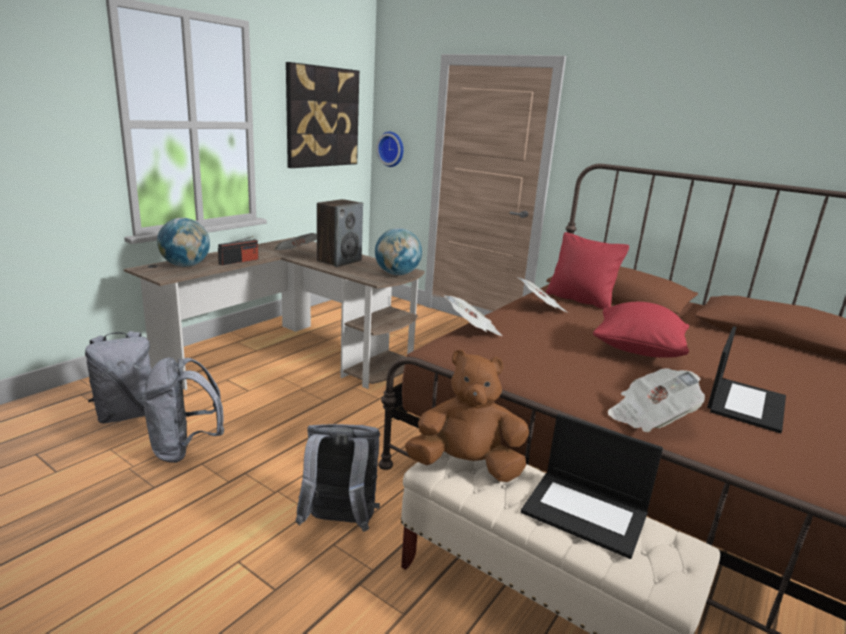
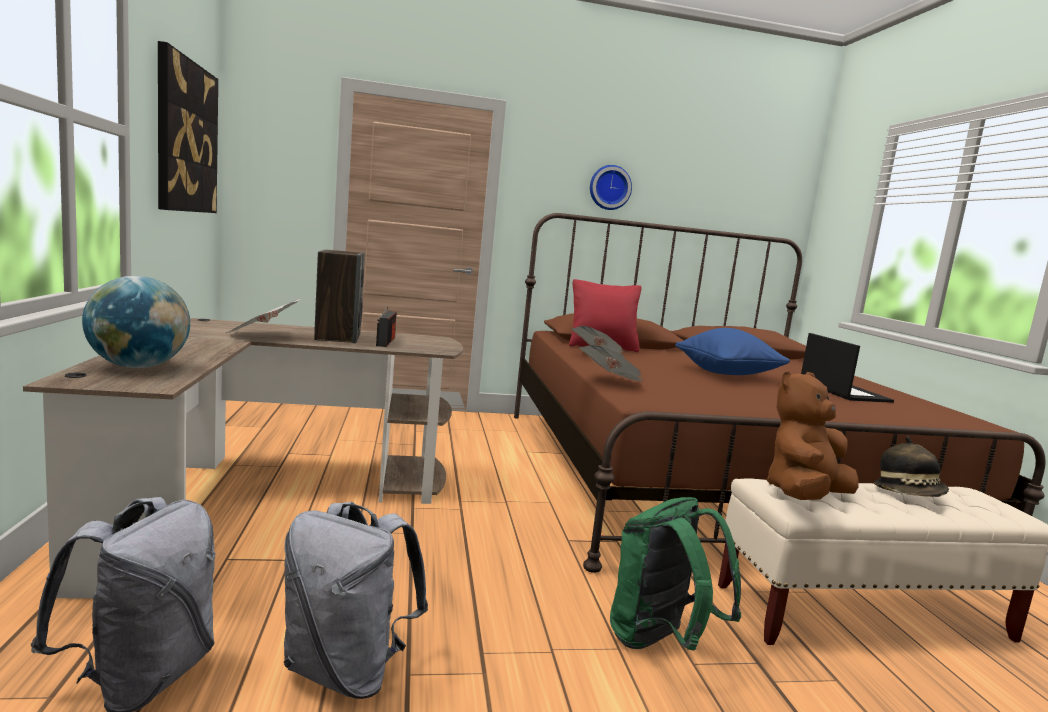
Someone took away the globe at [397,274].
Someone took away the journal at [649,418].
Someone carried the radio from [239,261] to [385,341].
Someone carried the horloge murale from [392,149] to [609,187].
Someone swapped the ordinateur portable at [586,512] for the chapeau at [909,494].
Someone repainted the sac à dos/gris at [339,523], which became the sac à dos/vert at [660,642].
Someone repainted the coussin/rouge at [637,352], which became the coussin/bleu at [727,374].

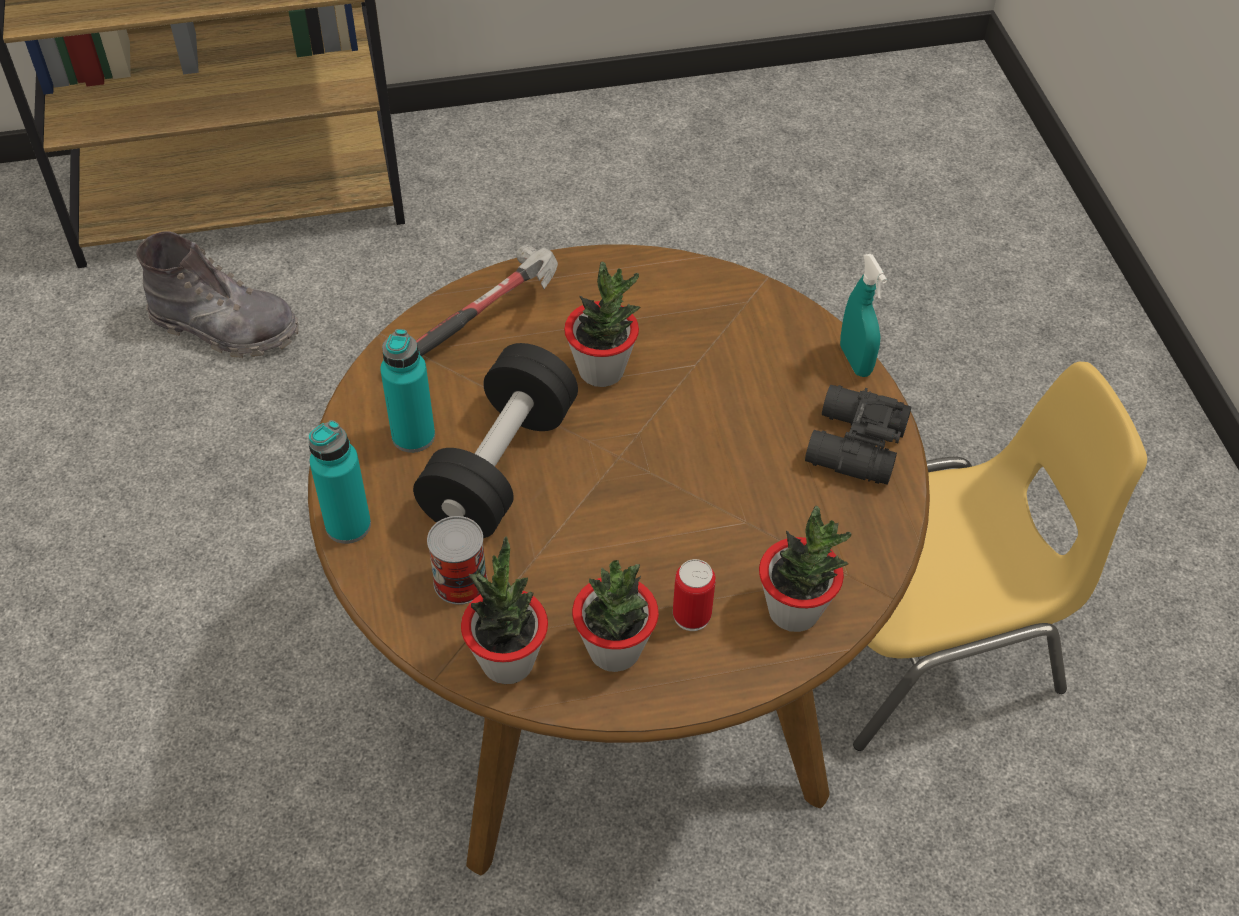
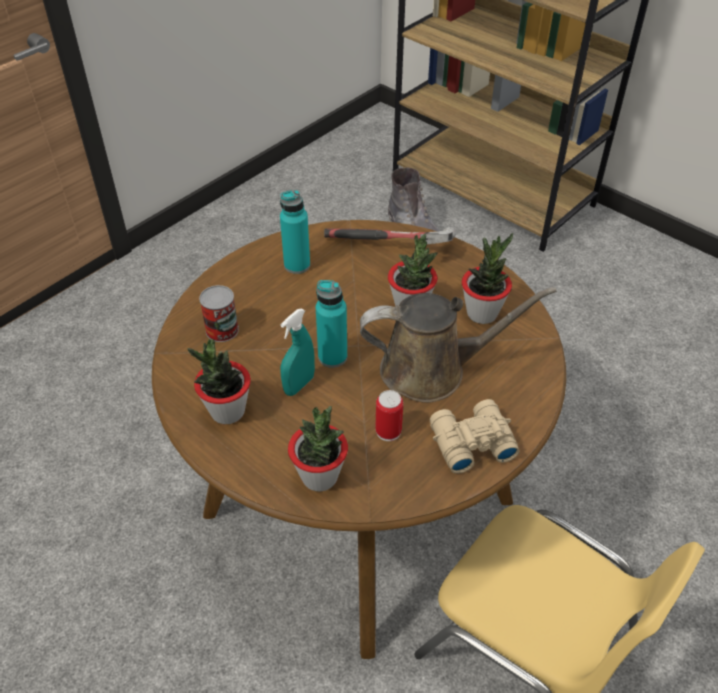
Someone took away the haltère/noir at [500,466].
Someone put down the arrosoir/marron at [431,370].
Someone carried the bouteille/turquoise from [348,525] to [332,357].
Someone carried the plante en pot from [507,661] to [482,313].
Someone carried the boîte métallique from [691,615] to [388,431].
Someone carried the vaporisateur/turquoise from [855,360] to [299,385].
Someone repainted the jumelles/noir at [852,446], which became the jumelles/beige at [469,442].

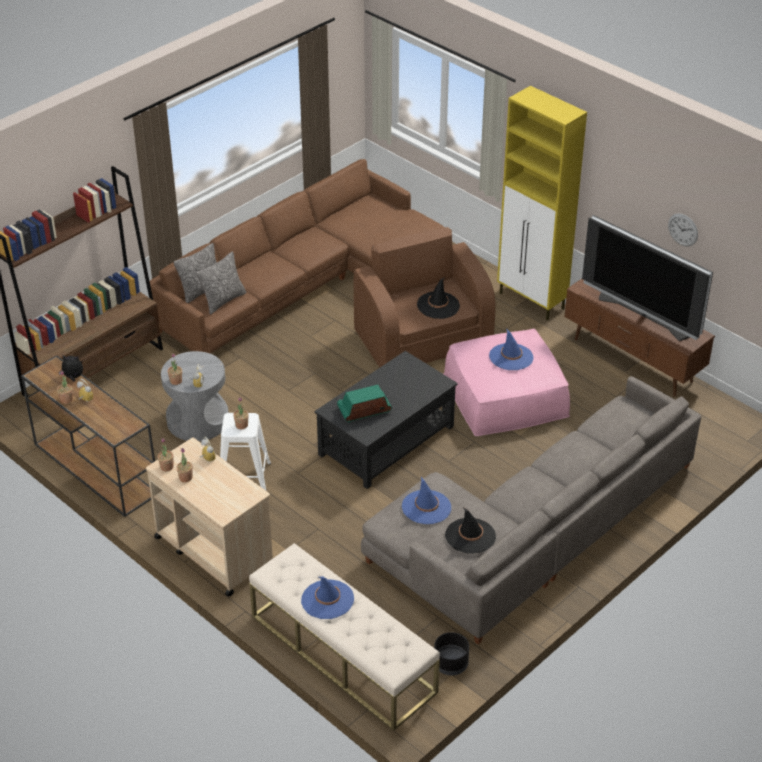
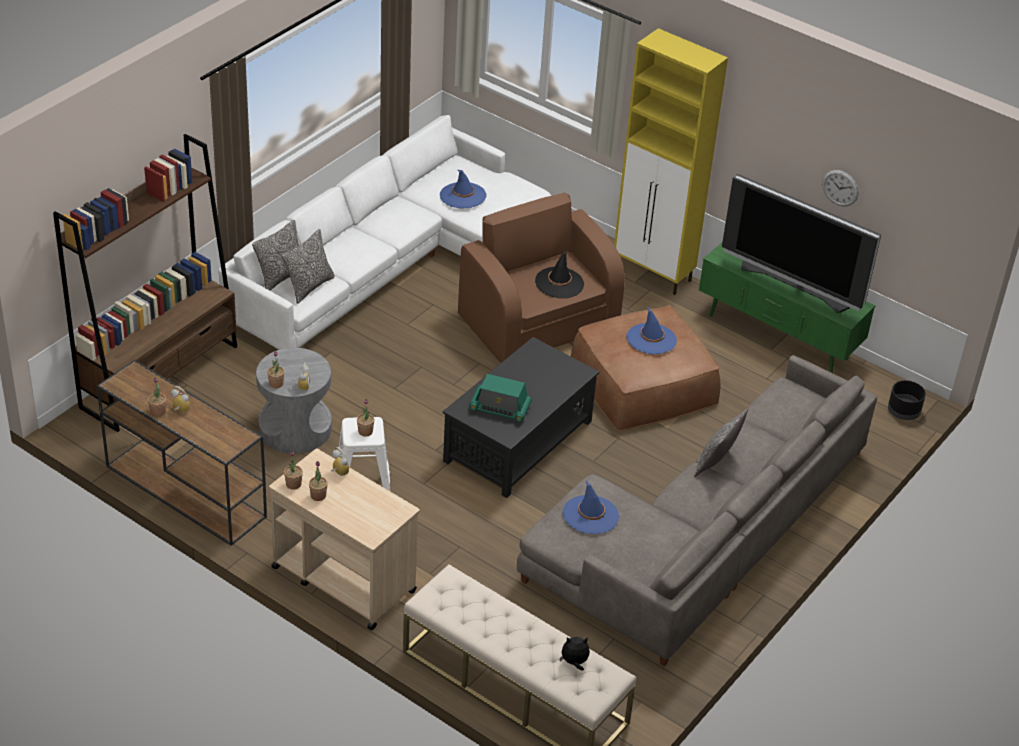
Someone took away the chapeau/noir at [470,536].
Someone put down the coussin at [716,463].
Someone carried the peluche from [73,377] to [574,662].
Someone carried the chapeau/bleu from [327,599] to [462,196].
Someone carried the cache-pot/noir from [450,664] to [903,411].
Someone repainted the canapé/marron at [307,283], which became the canapé/blanc at [391,262].
Someone repainted the pouf/rose at [505,394], which became the pouf/marron at [643,382].
Someone repainted the meuble télé/marron at [632,361], which became the meuble télé/vert at [777,338].
Someone rotated the radio at [364,410] by 135 degrees counterclockwise.

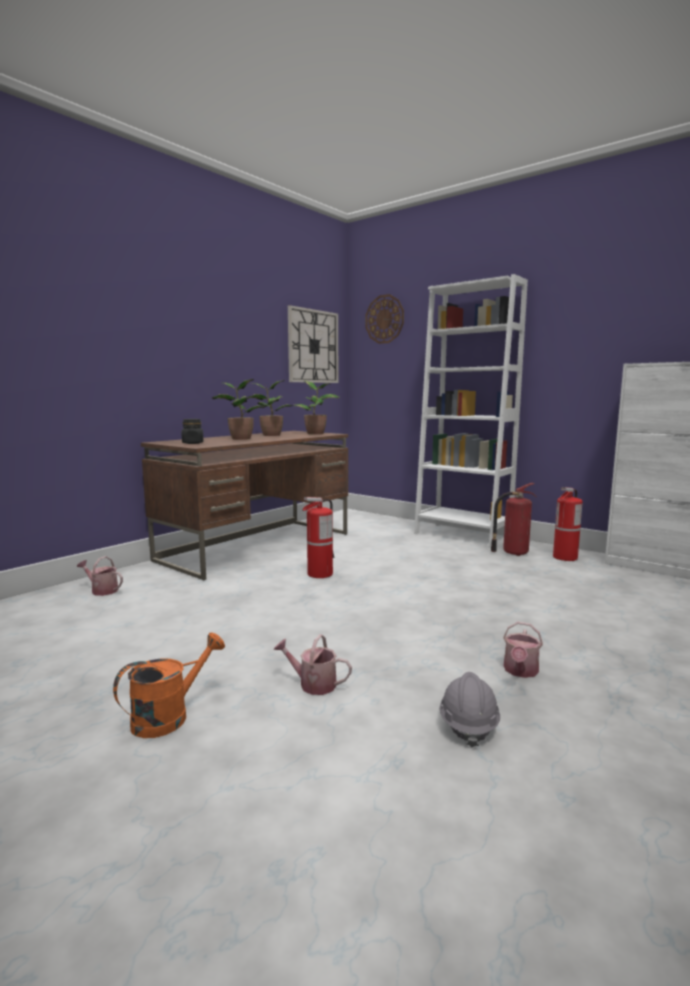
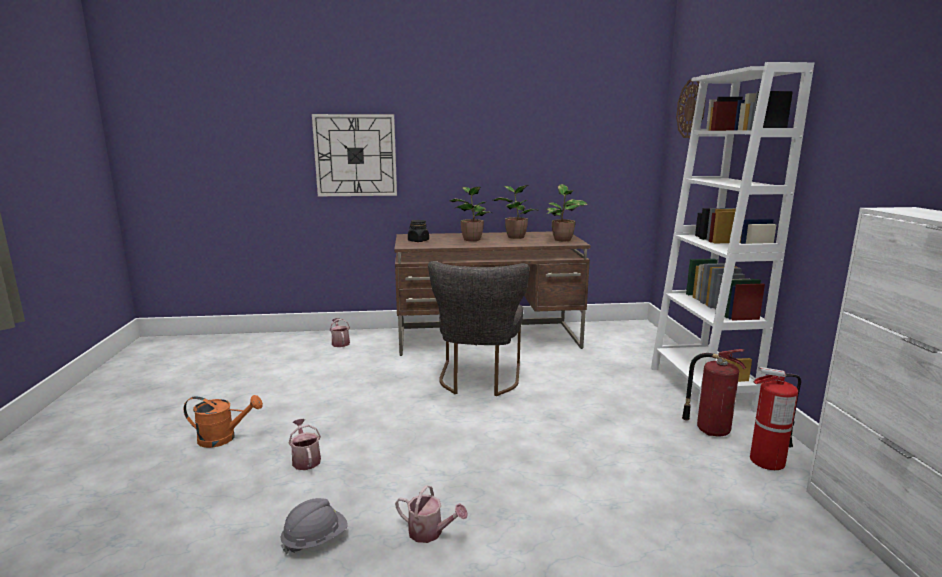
Someone carried the horloge murale from [313,346] to [355,155].
Someone swapped the extincteur at [319,574] for the chaise/gris at [479,380].
Someone rotated the arrosoir at [520,671] by 135 degrees counterclockwise.

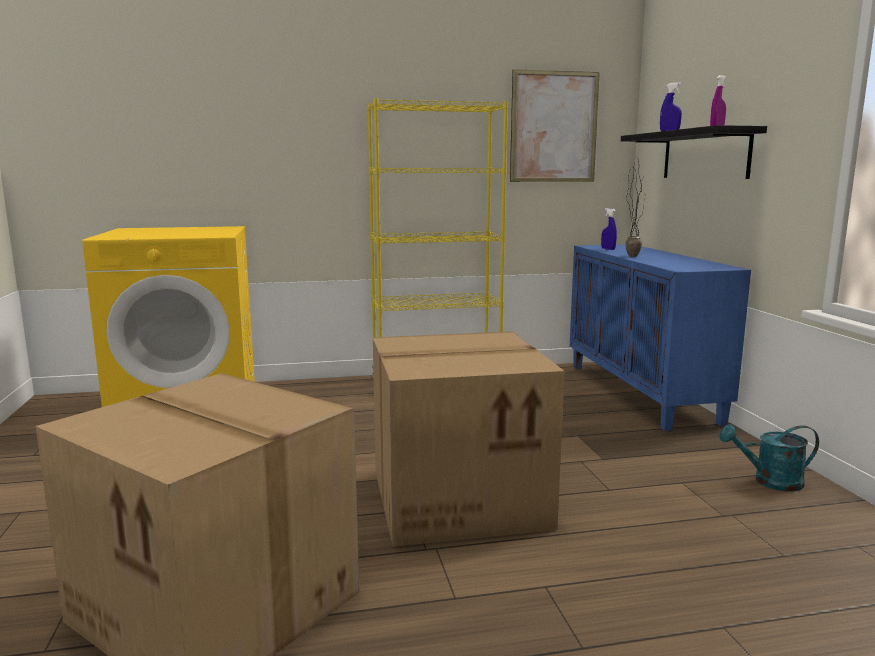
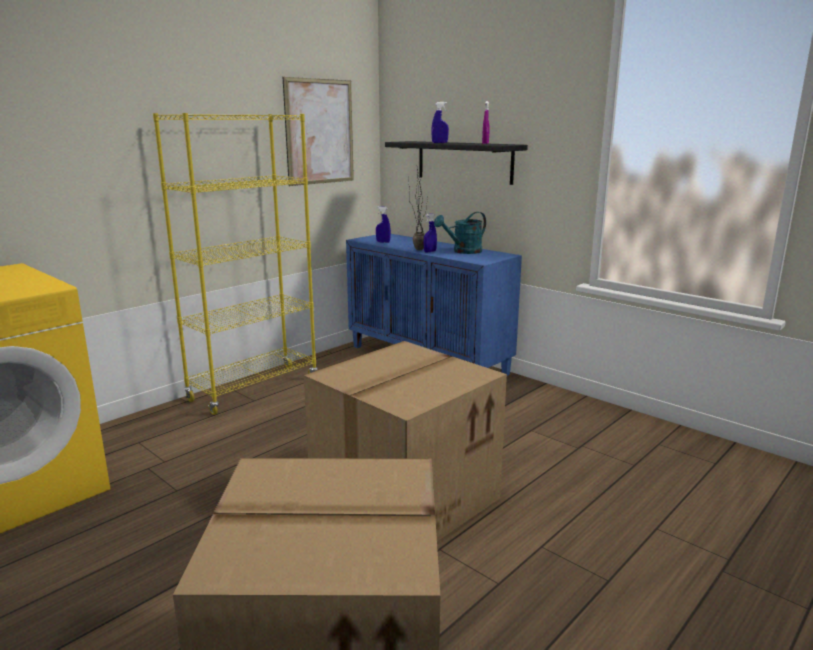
Someone put down the vaporisateur/bleu at [430,251].
Someone carried the arrosoir/turquoise from [769,482] to [463,251].

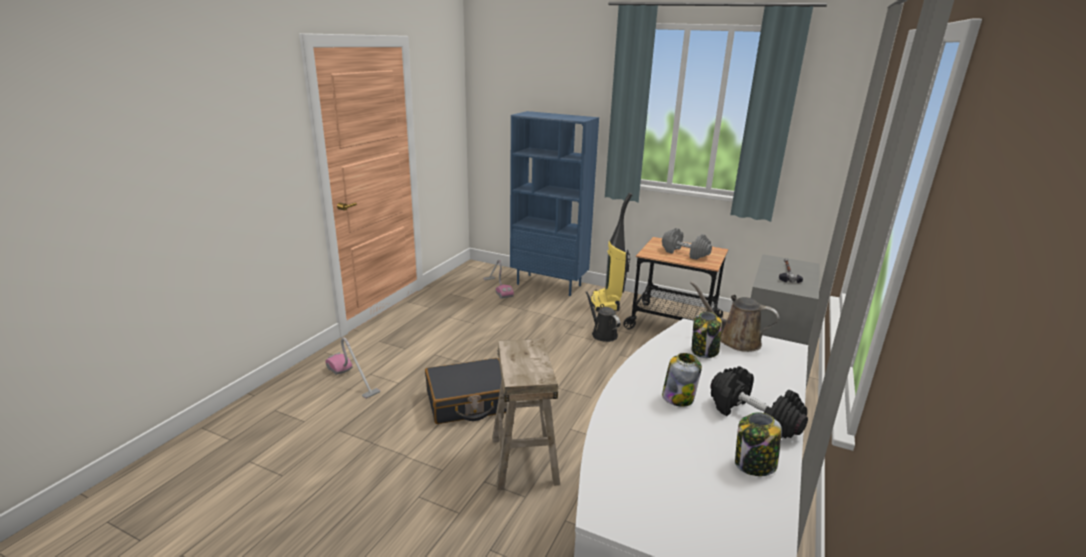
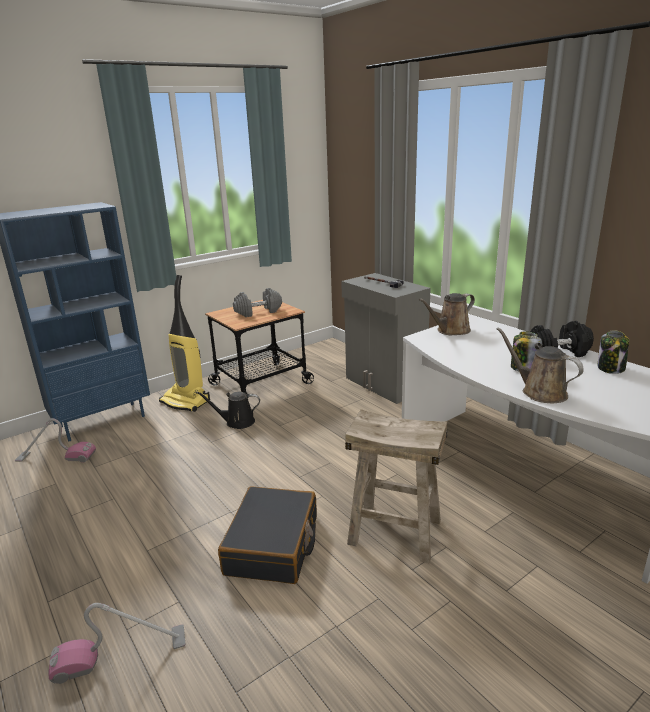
Someone took away the bocal at [704,351].
Someone put down the arrosoir/marron at [540,392].

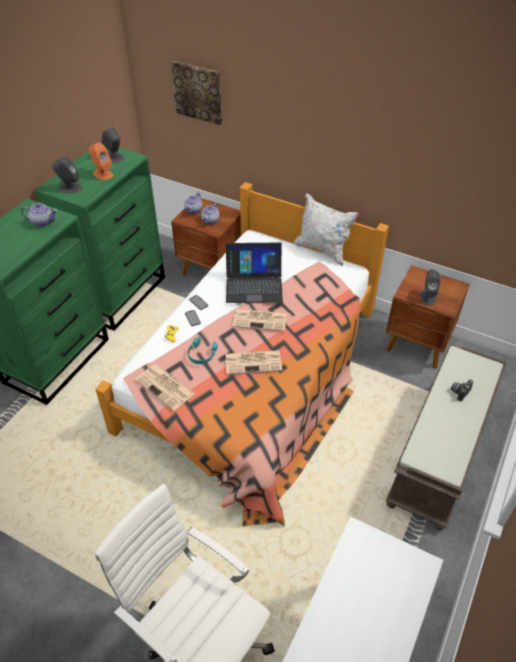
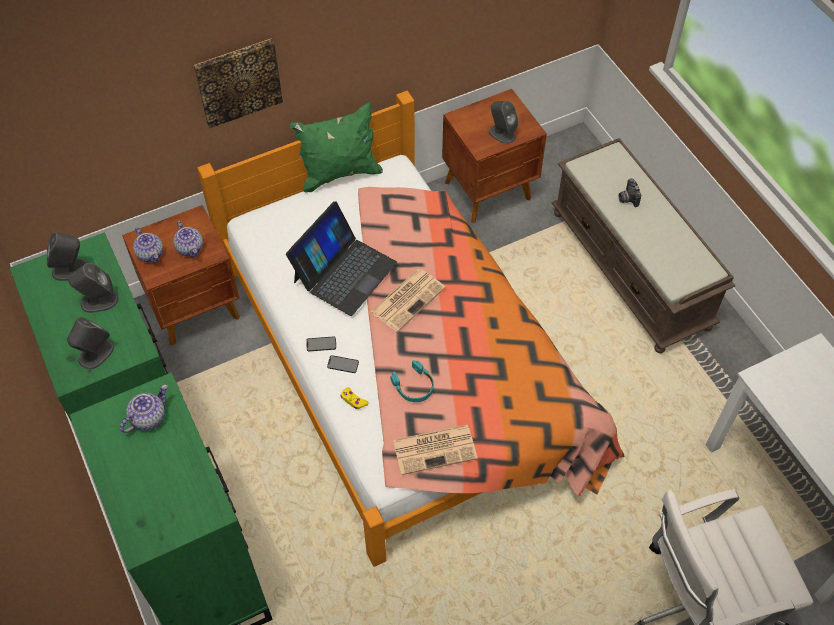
Someone took away the journal at [254,362].
Someone carried the tableau from [198,92] to [238,81].
Someone repainted the enceinte/orange at [103,174], which became the enceinte/gris at [98,301].
Someone repainted the coussin/blanc at [322,250], which became the coussin/vert at [339,173].

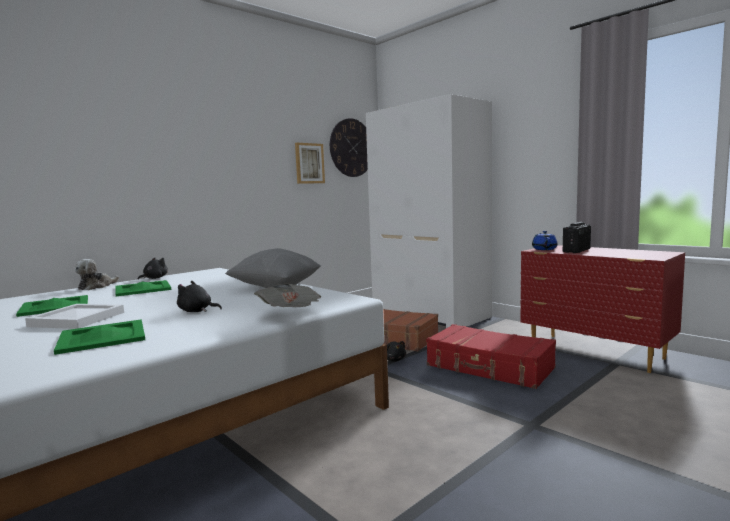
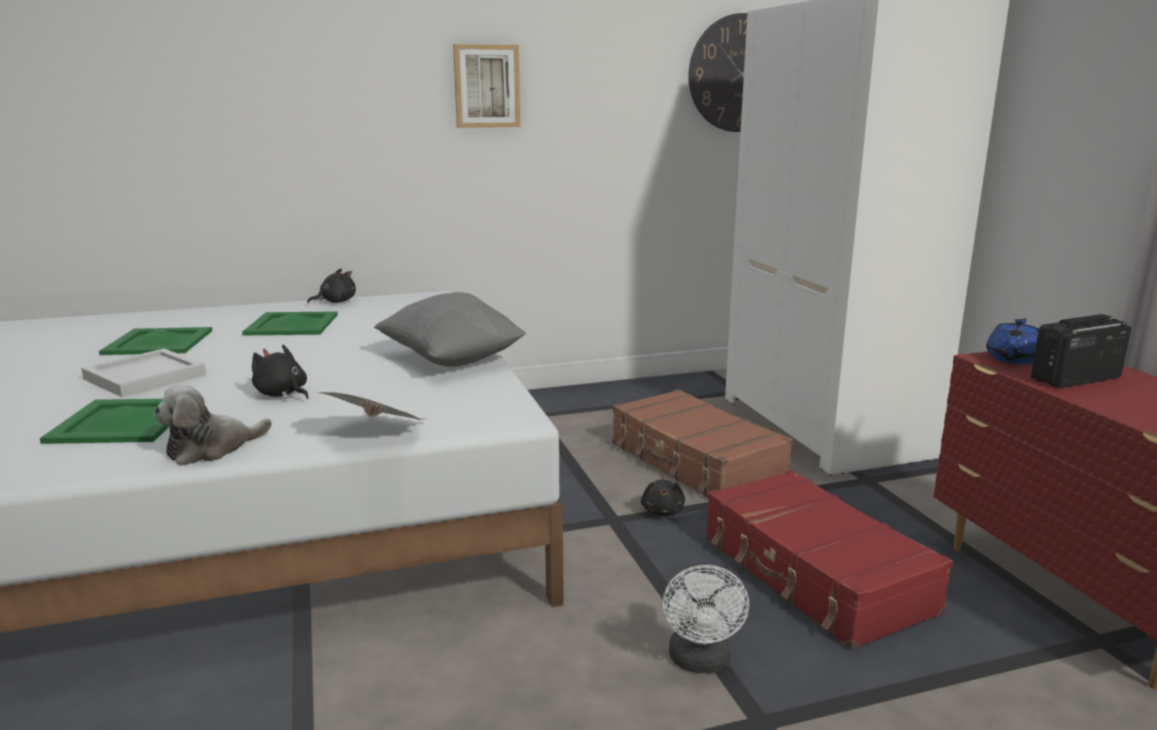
Someone put down the ventilateur/blanc at [700,662].
Someone carried the peluche from [96,286] to [212,449].
Someone carried the tableau from [309,163] to [486,86].

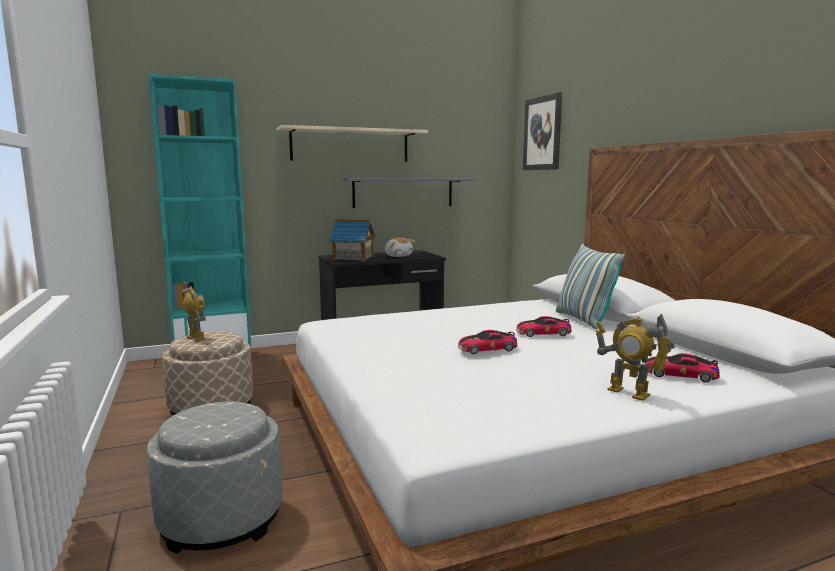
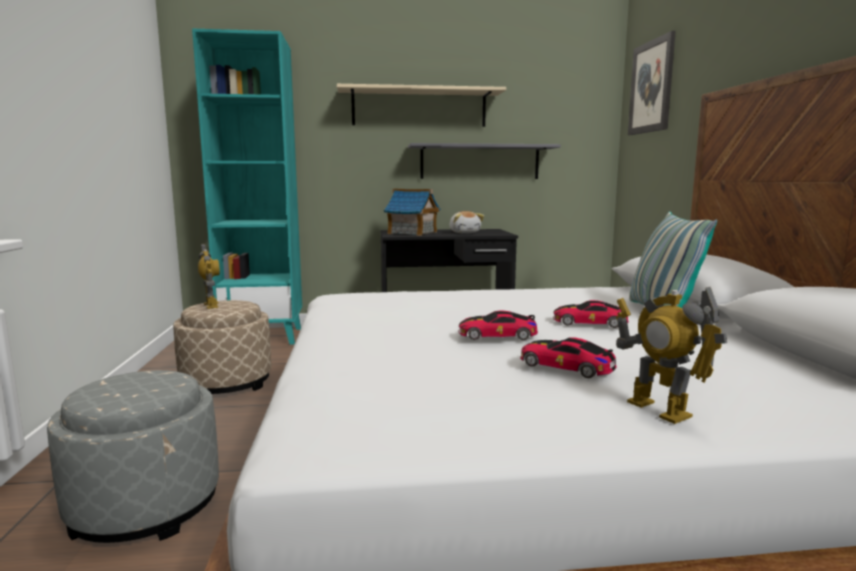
Someone carried the petite voiture from [680,374] to [566,366].

